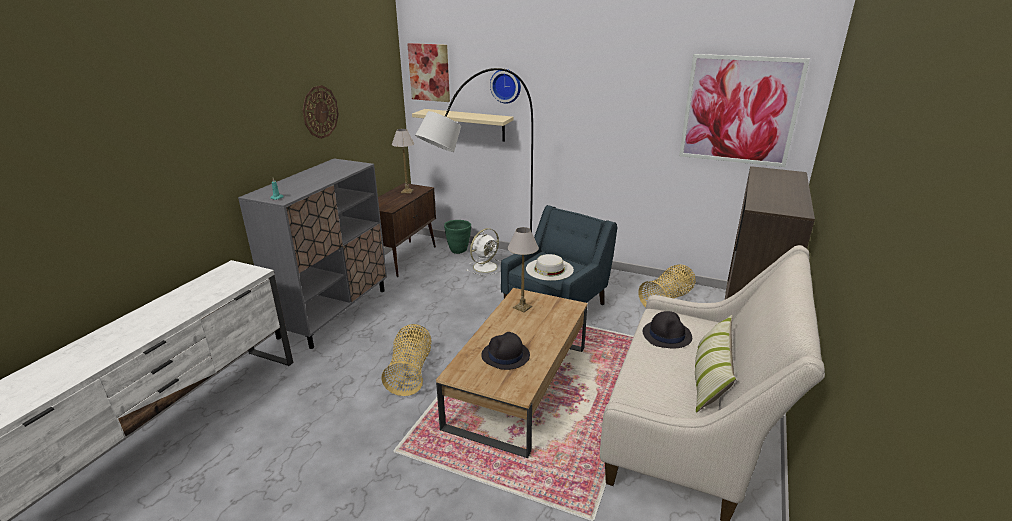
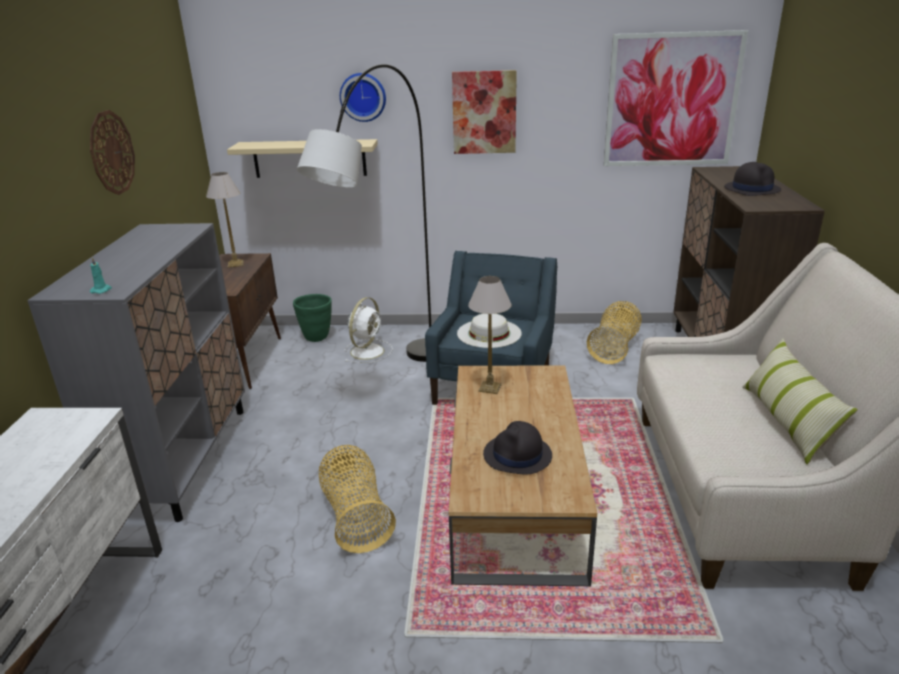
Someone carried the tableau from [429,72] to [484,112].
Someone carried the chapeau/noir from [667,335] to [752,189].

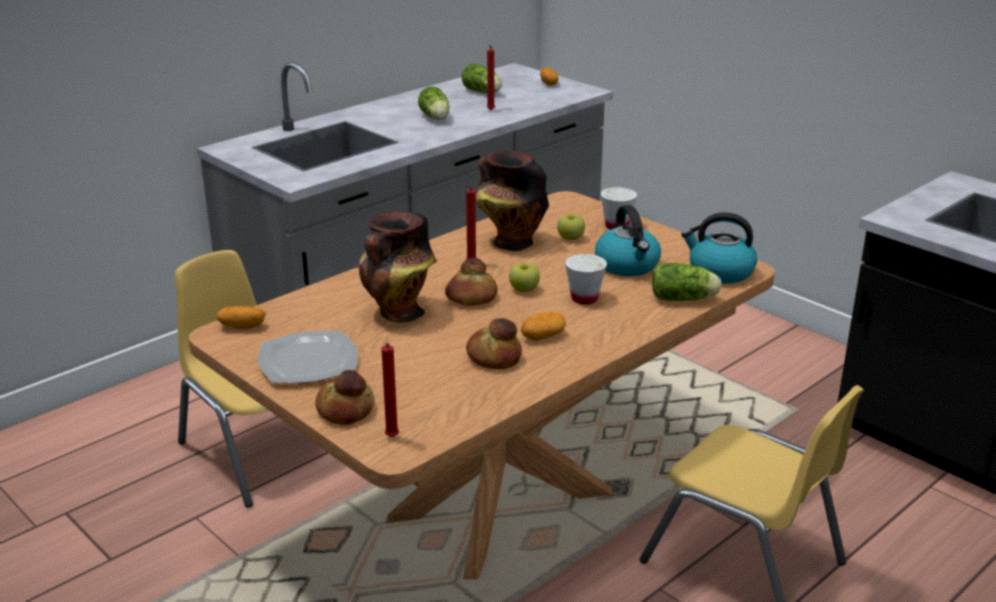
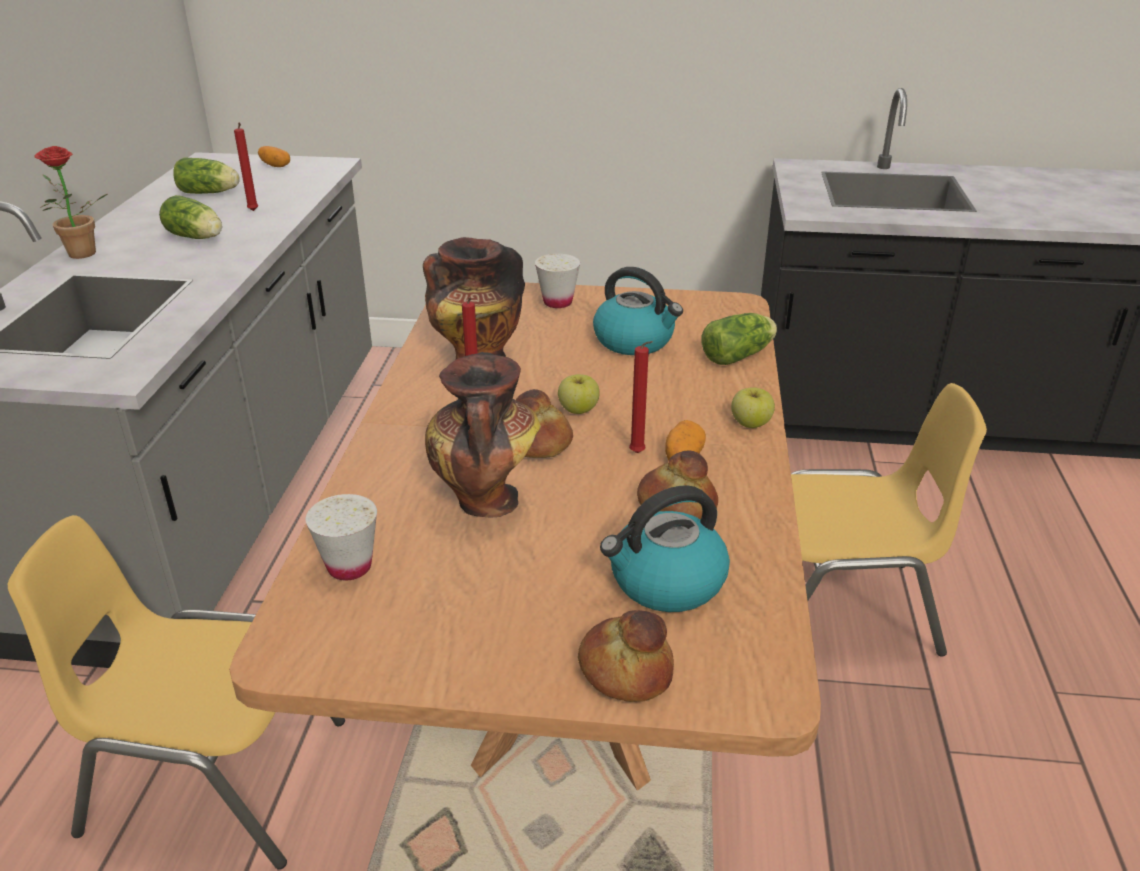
Someone took away the pomme de terre at [242,327].
Someone took away the assiette at [309,360].
Someone put down the plante en pot at [82,255].
Someone carried the bougie/rouge from [391,438] to [638,454].
Someone carried the pomme from [570,238] to [750,423].
Someone carried the tasse/blanc from [584,298] to [349,567].
Someone carried the bouilloire from [720,272] to [665,582].

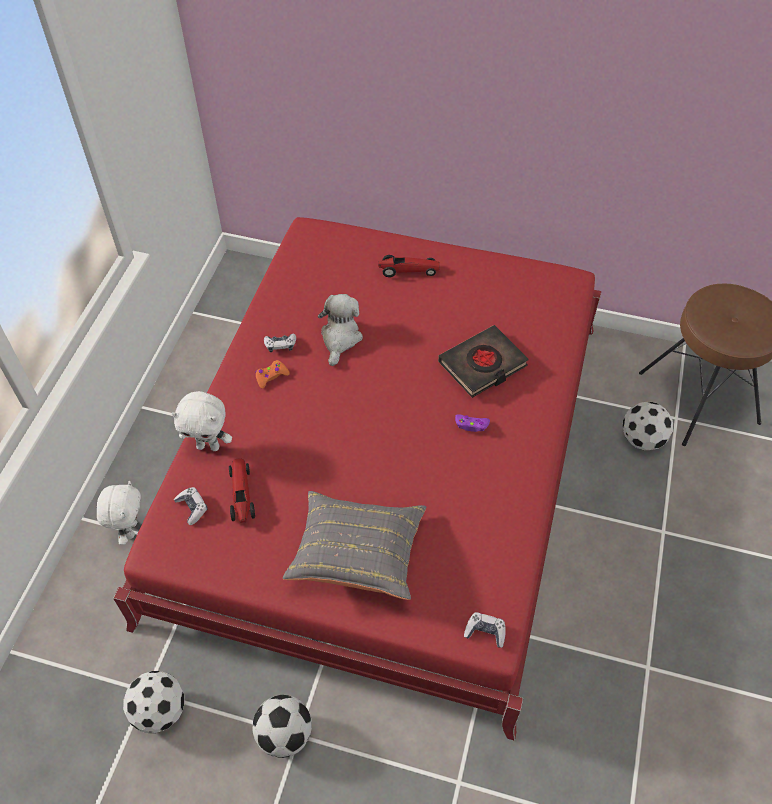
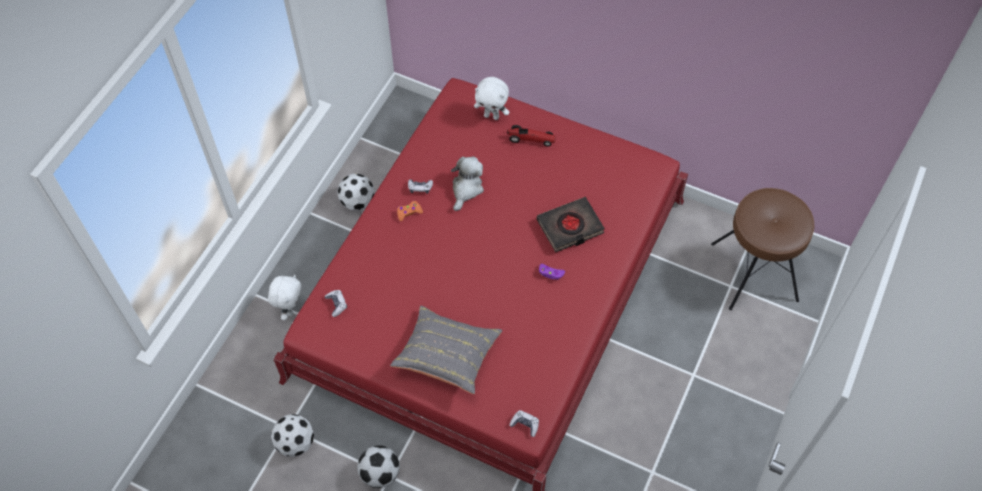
Someone took away the petite voiture at [241,495].
Someone carried the peluche/blanc from [209,446] to [492,116].
Someone carried the ballon de foot from [642,438] to [358,201].

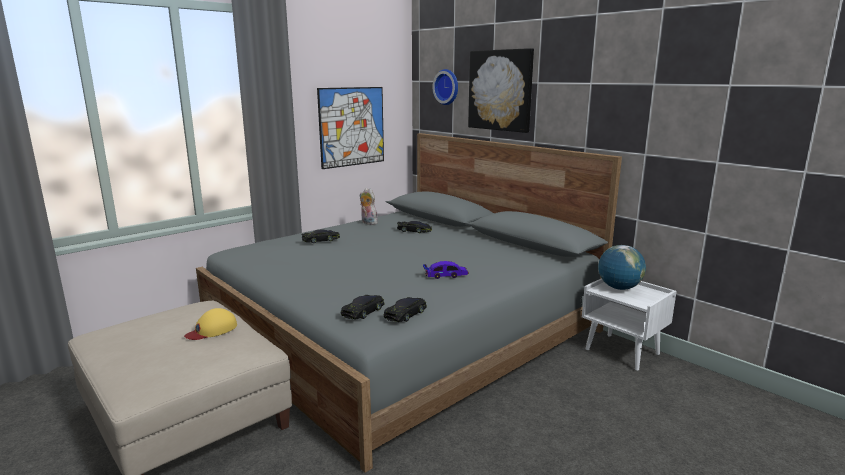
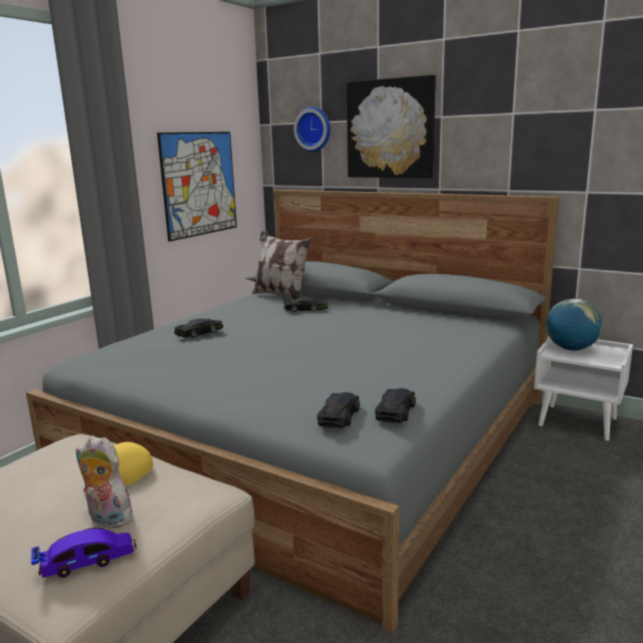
Someone put down the coussin at [281,295].
Someone carried the peluche from [368,223] to [107,519].
Someone carried the petite voiture from [446,275] to [87,561].

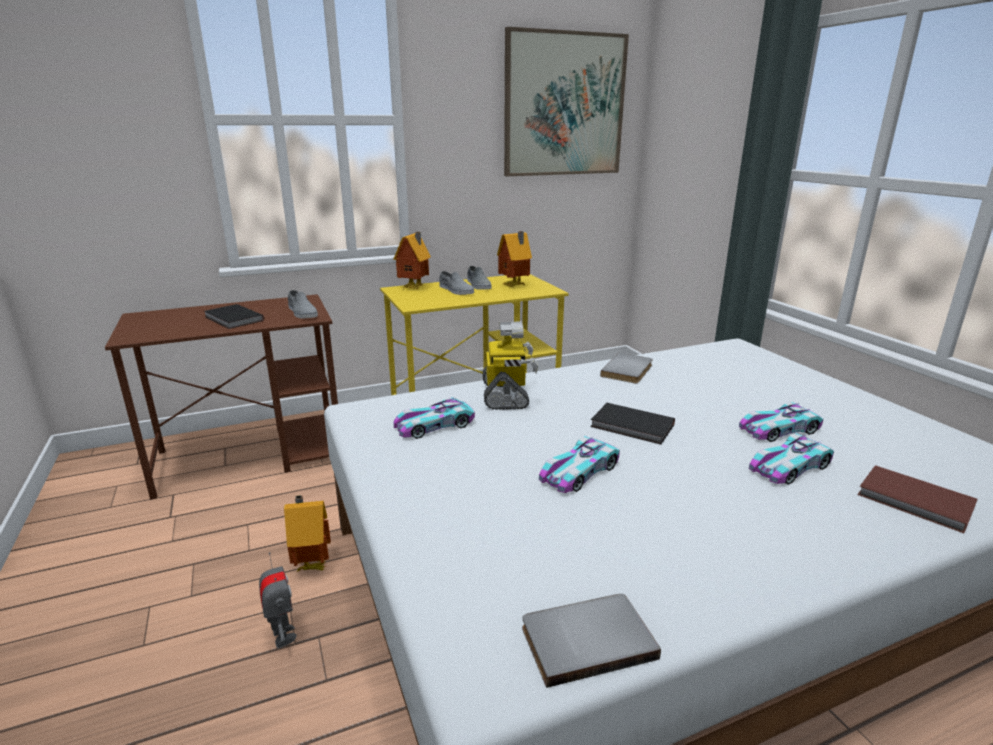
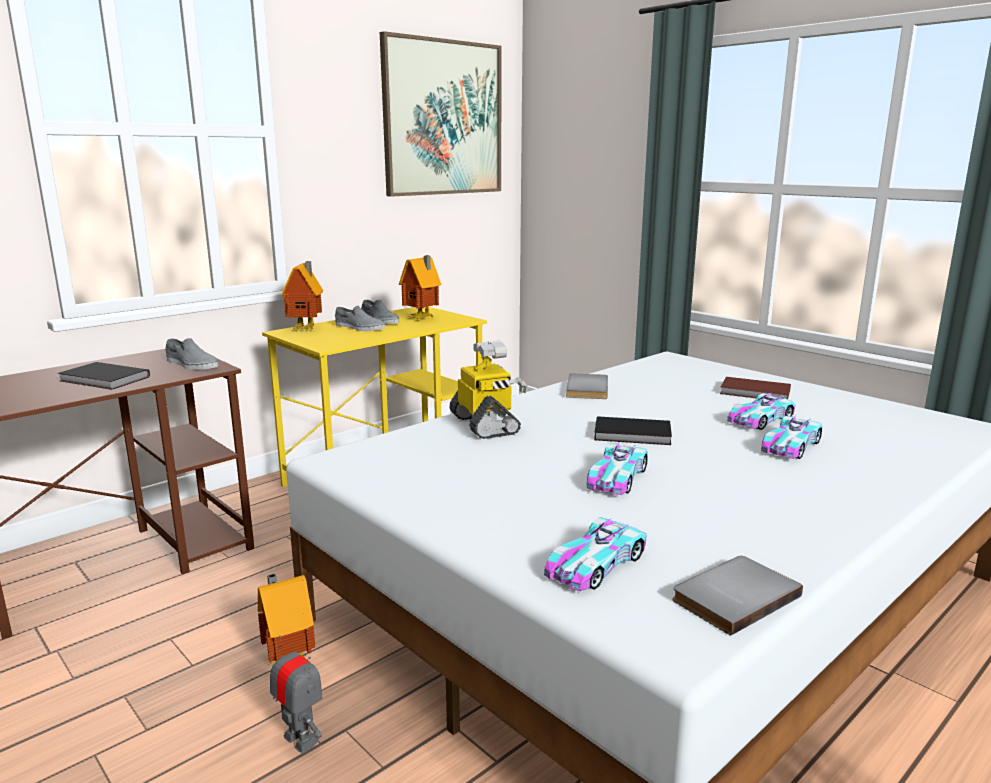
Someone carried the petite voiture from [434,425] to [596,564].
Someone carried the livre/marron from [916,502] to [755,392].

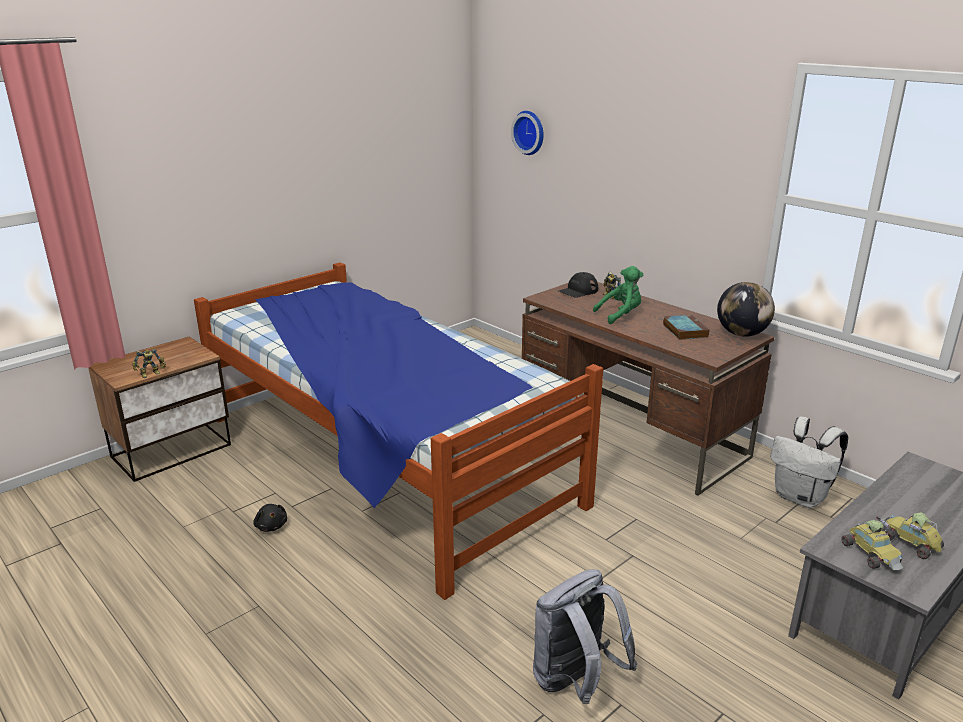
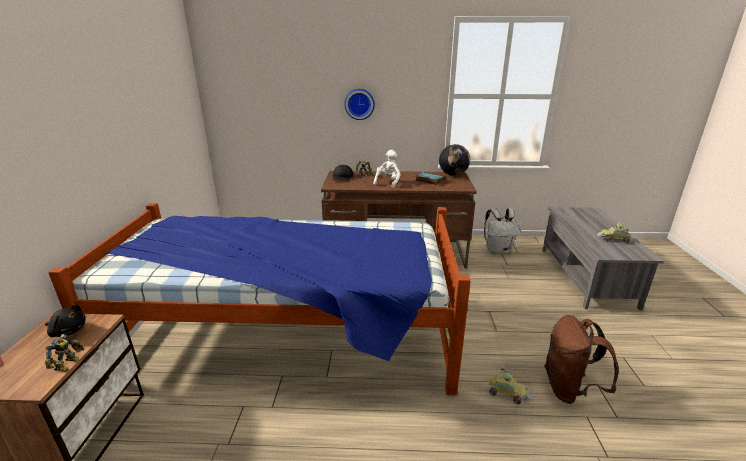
Someone carried the peluche/noir from [271,526] to [68,331].
Someone carried the horloge murale from [530,132] to [359,104].
Someone carried the petite voiture from [872,554] to [507,392].
Someone repainted the sac à dos/gris at [575,682], which became the sac à dos/marron at [569,389].
Someone repainted the peluche/vert at [620,315], which became the peluche/blanc at [388,182].

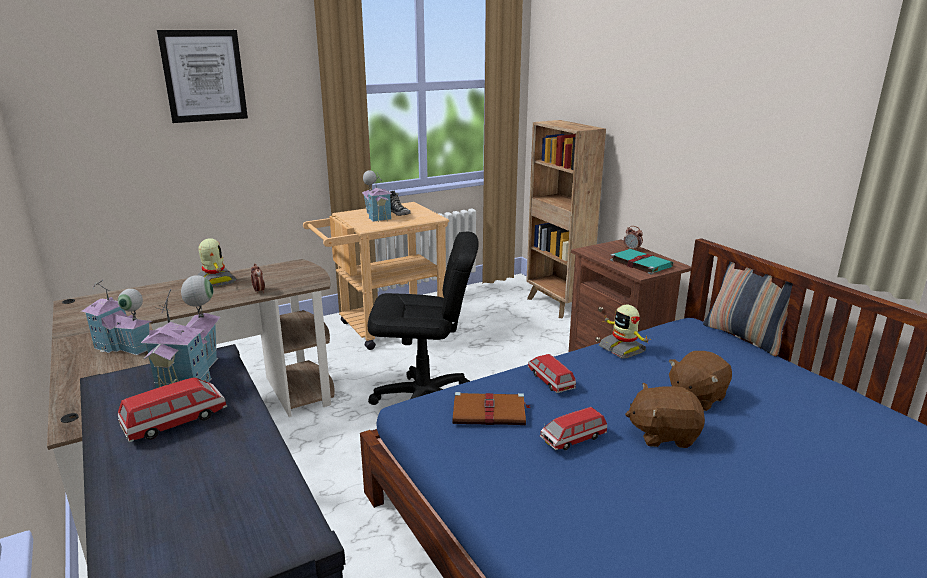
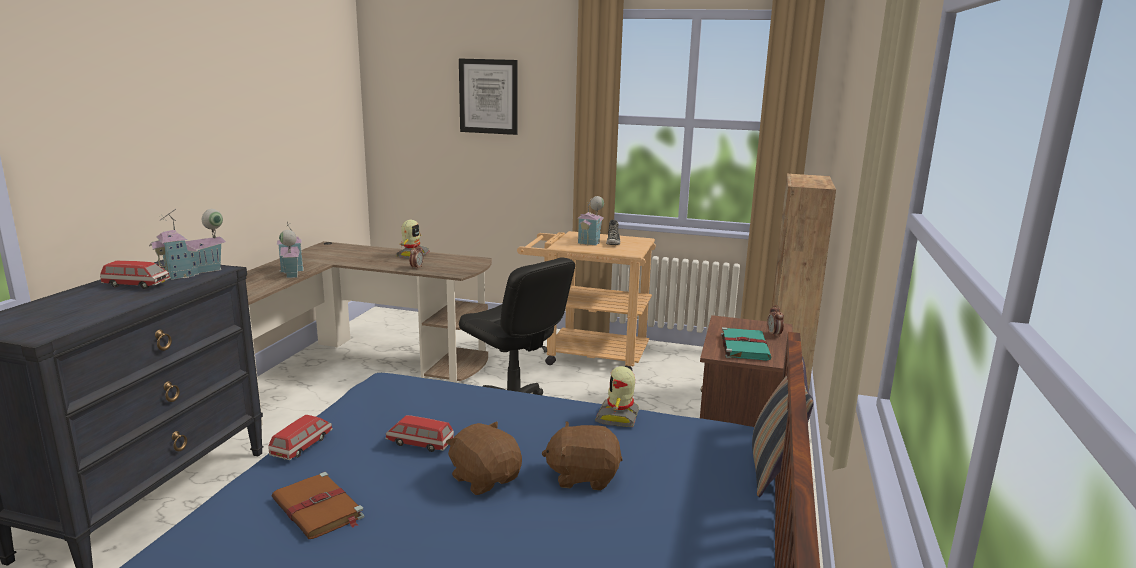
Someone carried the livre/marron from [490,412] to [318,509].
Someone carried the petite voiture from [550,381] to [302,446].

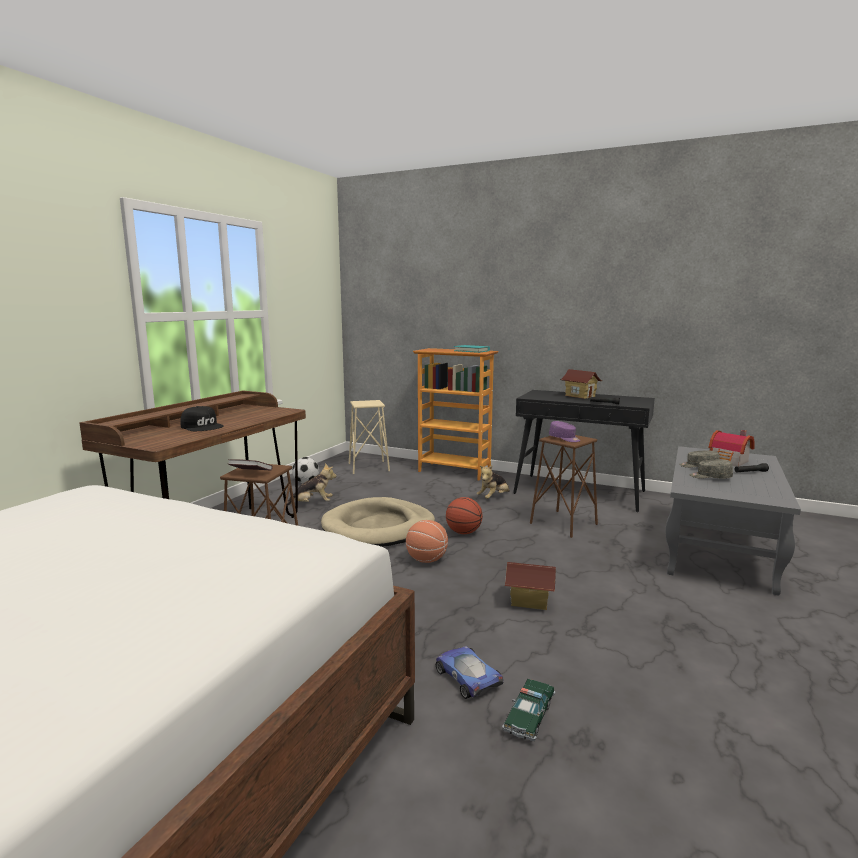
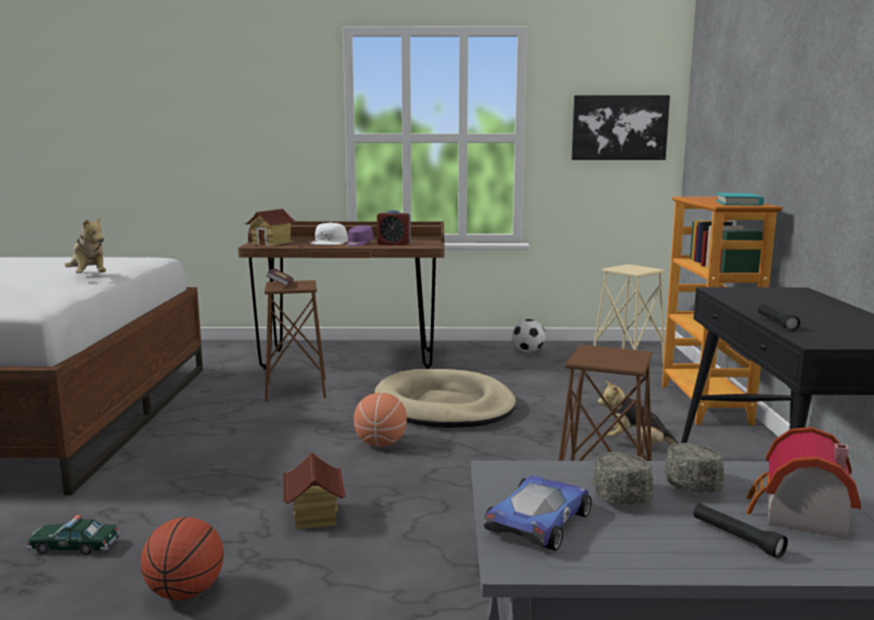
Someone put down the réveil at [394,244].
Someone put up the tableau at [619,128].
Someone carried the peluche from [312,504] to [89,277].
Someone carried the petite voiture from [467,677] to [539,521].
Someone carried the ballon de basket from [463,532] to [186,593].
Someone carried the casquette/violet from [564,438] to [359,244].
Someone carried the maison miniature from [580,396] to [272,243].
Someone repainted the casquette/noir at [202,426], which became the casquette/blanc at [329,242].

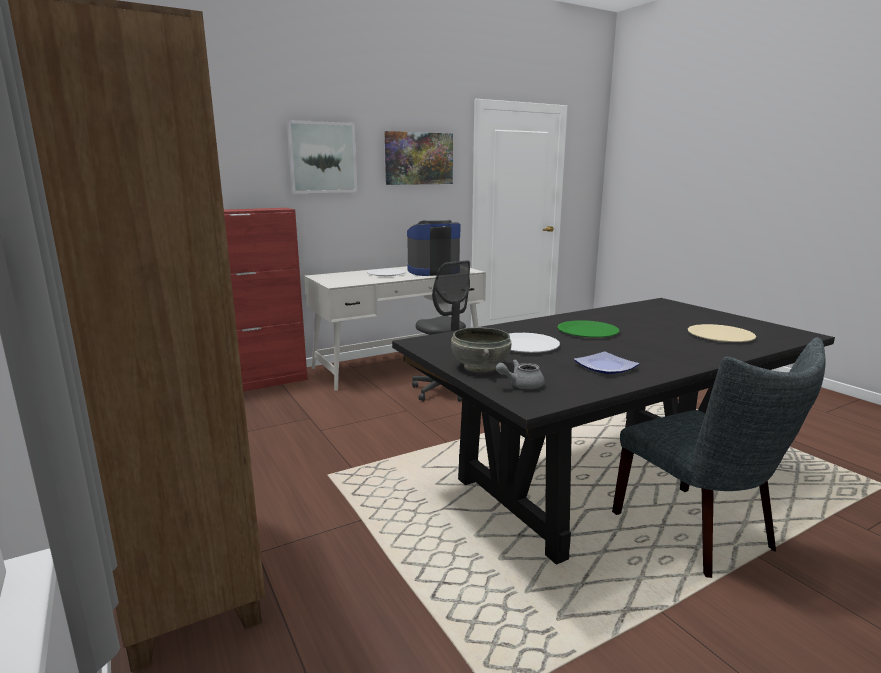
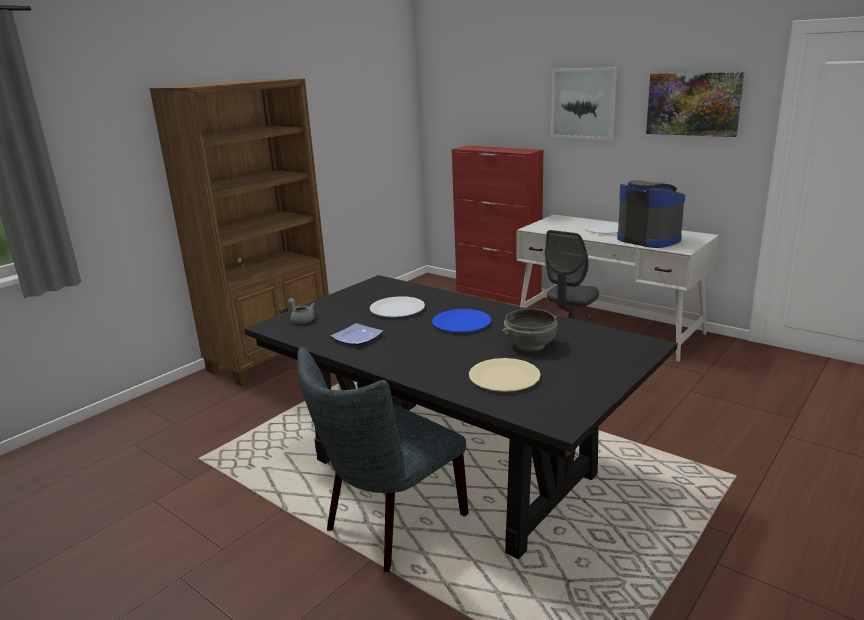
Someone carried the bol/gris from [479,366] to [530,345].
Someone repainted the assiette/vert at [587,331], which became the assiette/bleu at [461,323].

